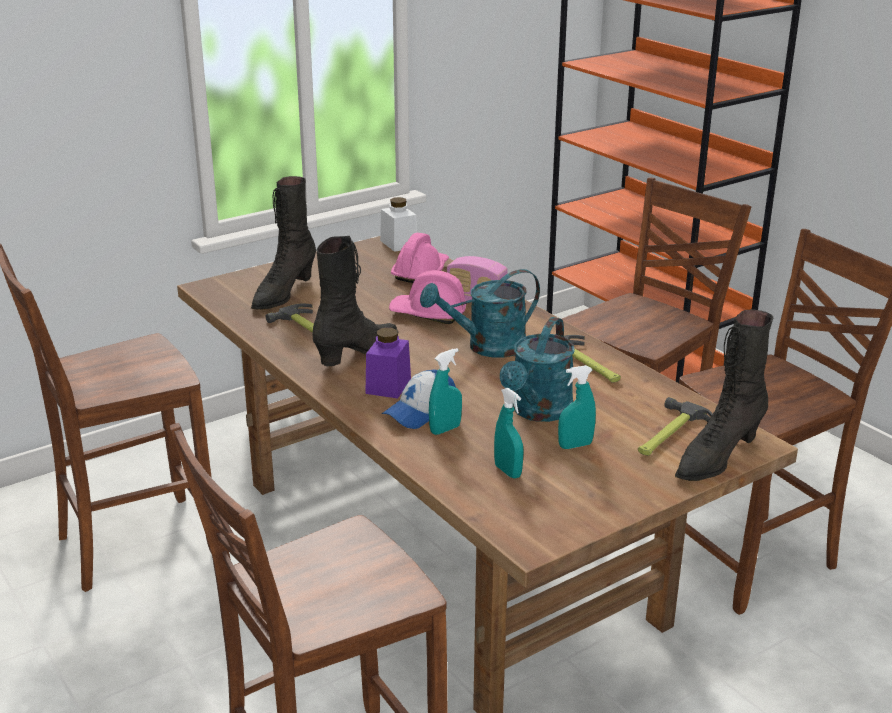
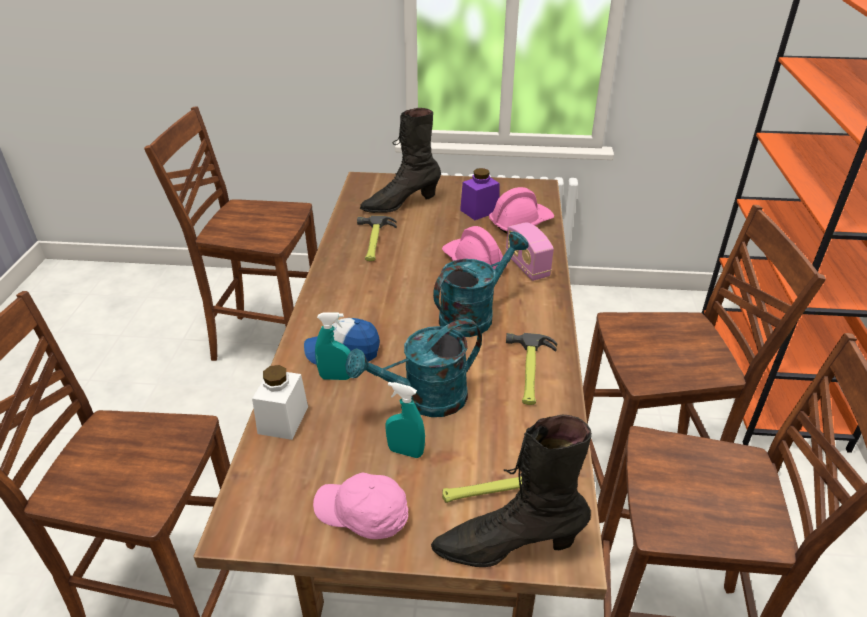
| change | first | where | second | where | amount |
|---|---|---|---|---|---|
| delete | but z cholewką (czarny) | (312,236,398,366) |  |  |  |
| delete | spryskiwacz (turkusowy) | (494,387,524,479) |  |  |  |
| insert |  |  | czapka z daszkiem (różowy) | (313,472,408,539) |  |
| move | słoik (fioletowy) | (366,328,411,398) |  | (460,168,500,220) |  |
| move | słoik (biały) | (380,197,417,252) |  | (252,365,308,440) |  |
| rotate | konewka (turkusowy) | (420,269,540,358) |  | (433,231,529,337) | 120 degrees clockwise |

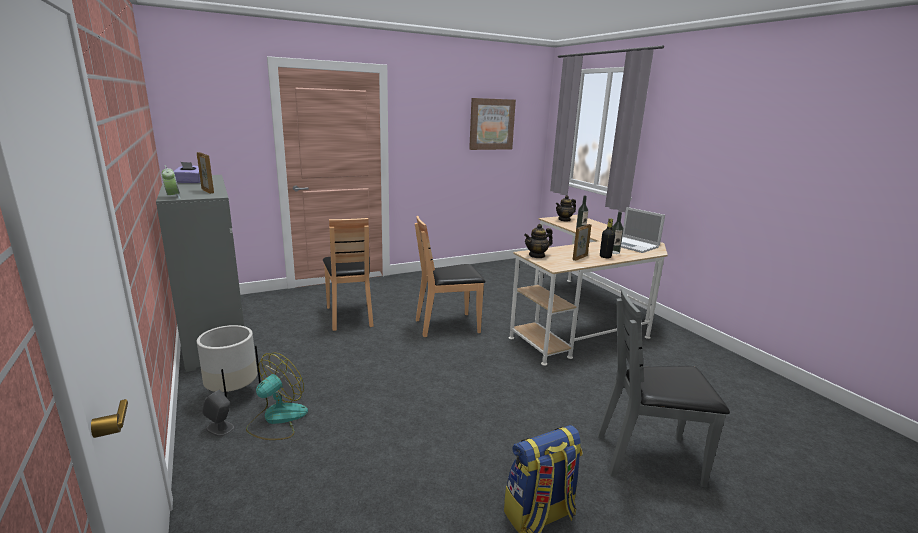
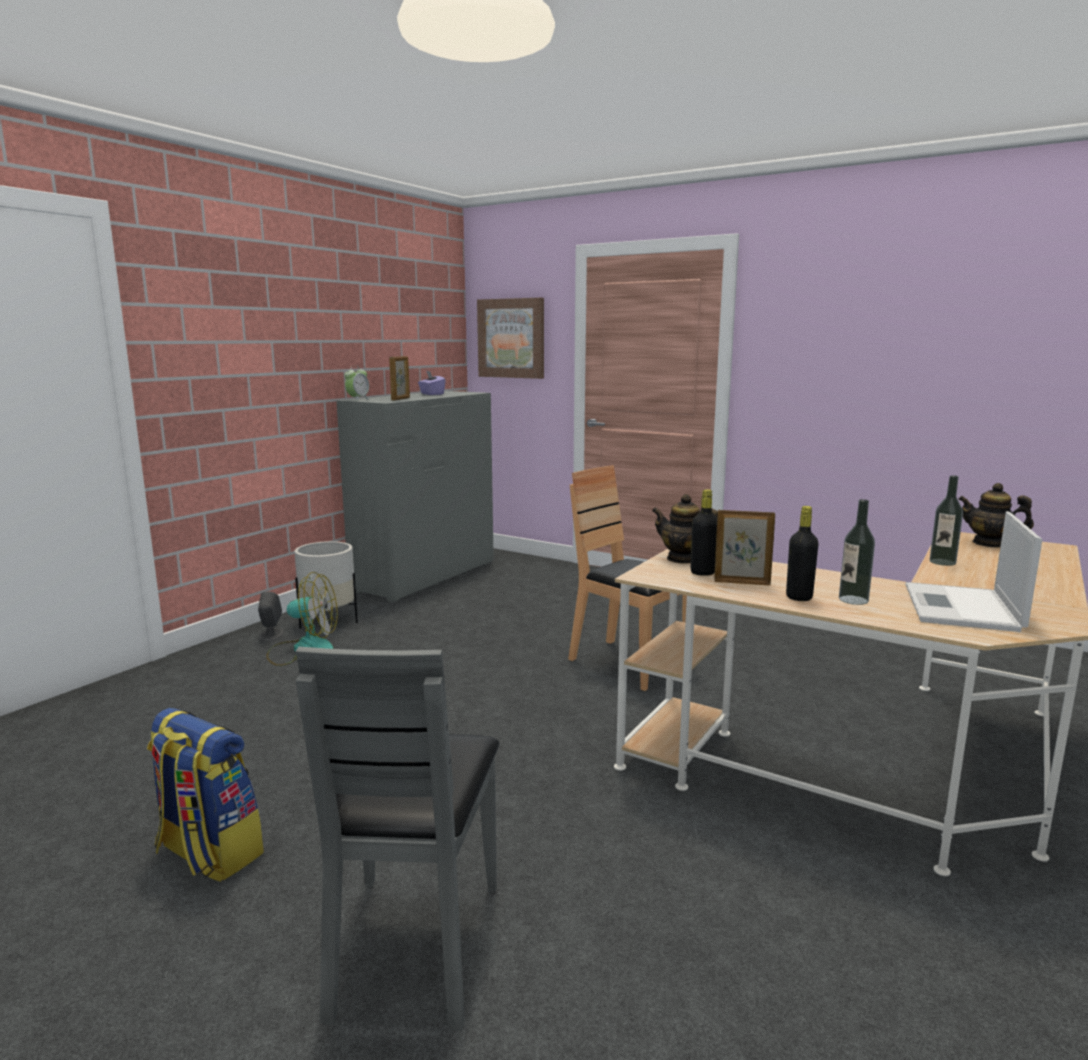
| change | first | where | second | where | amount |
|---|---|---|---|---|---|
| delete | krzesło (brązowy) | (323,218,374,331) |  |  |  |
| insert |  |  | butelka (czarny) | (691,489,717,576) |  |
| move | obraz | (469,98,516,150) |  | (477,298,544,379) |  |
| rotate | krzesło (szary) | (598,288,730,487) |  | (296,647,499,1030) | 150 degrees counterclockwise |

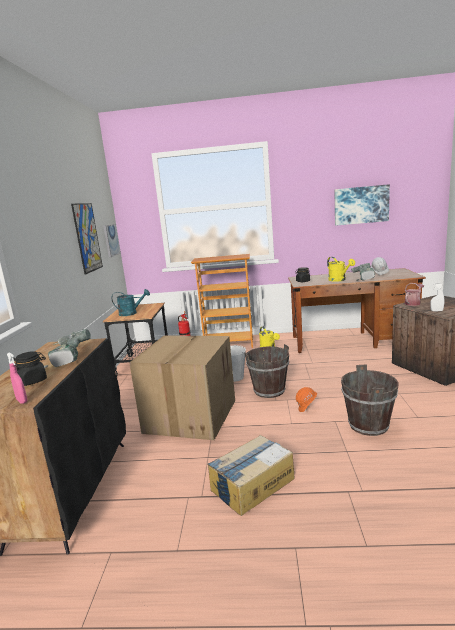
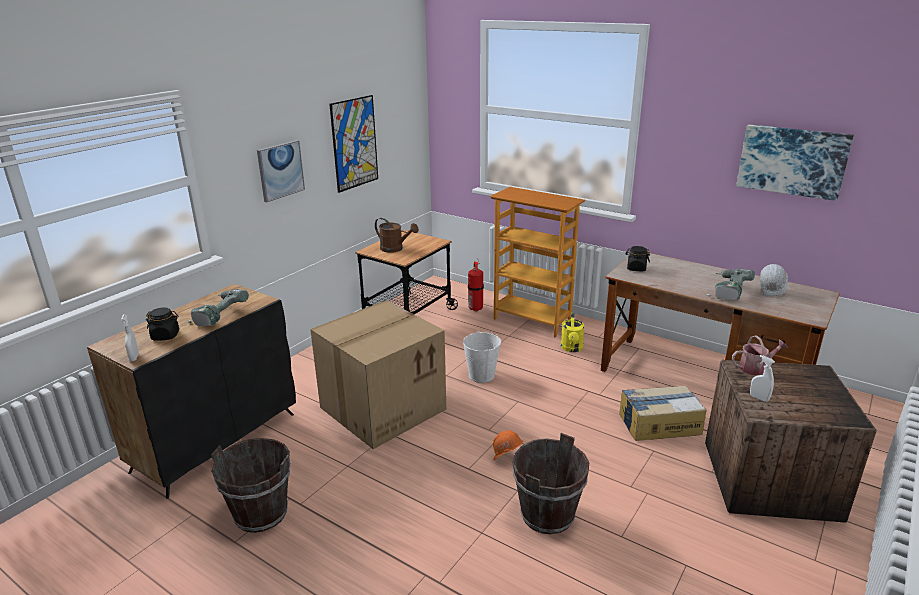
| change | first | where | second | where | amount |
|---|---|---|---|---|---|
| delete | konewka (żółty) | (327,257,355,282) |  |  |  |
| move | obraz | (103,224,121,257) |  | (257,140,305,202) |  |
| move | karton | (208,435,295,516) |  | (619,385,707,441) |  |
| move | wiadro (brązowy) | (245,344,289,398) |  | (211,438,291,533) |  |
| recolor | spryskiwacz (różowy) | (7,352,28,404) | spryskiwacz (biały) | (121,314,139,361) |  |
| recolor | konewka (turkusowy) | (111,289,150,316) | konewka (brązowy) | (375,218,419,253) |  |

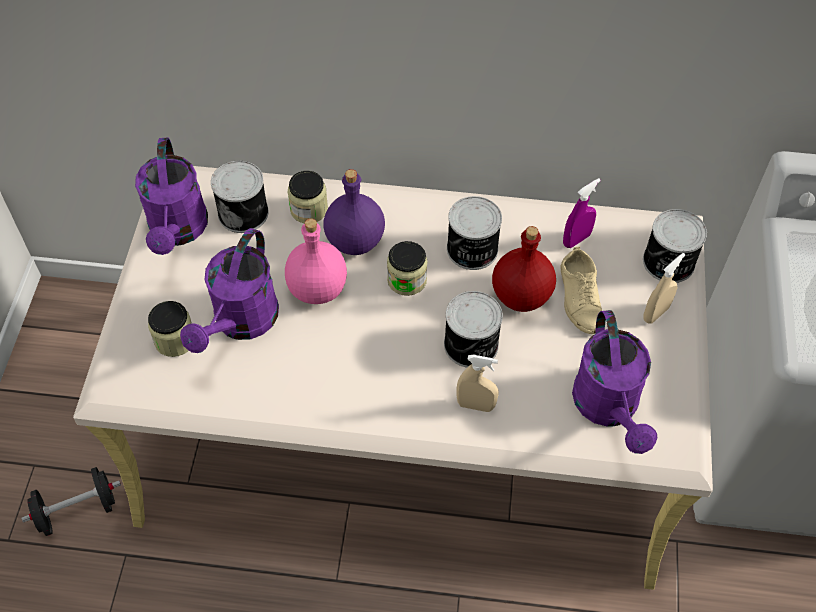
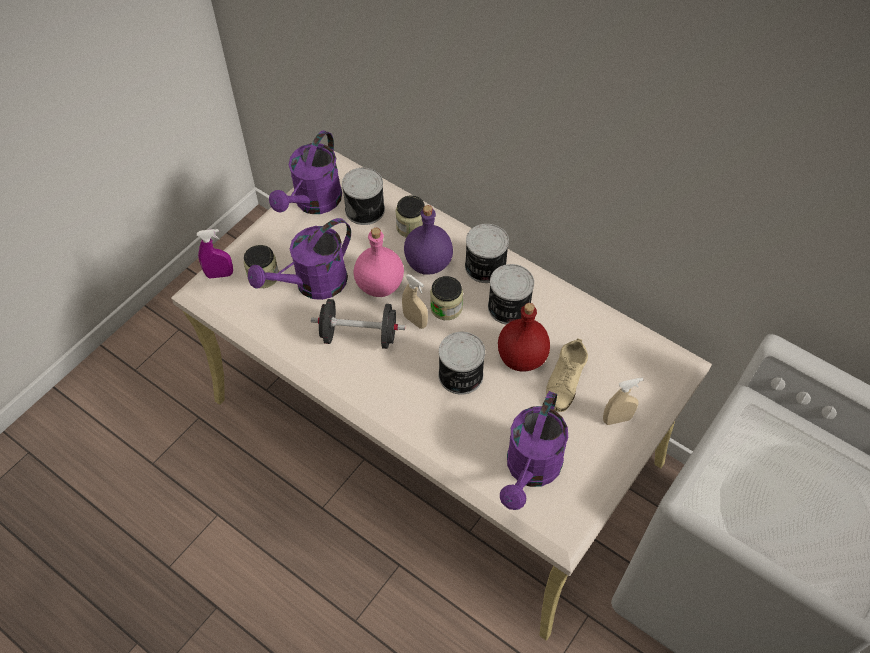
| change | first | where | second | where | amount |
|---|---|---|---|---|---|
| move | hantel (czarny) | (22,467,121,536) |  | (311,299,405,349) |  |
| move | spryskiwacz (beżowy) | (456,355,499,412) |  | (402,274,428,329) |  |
| move | spryskiwacz (fioletowy) | (563,178,601,248) |  | (197,229,233,278) |  |
| move | puszka | (643,209,707,283) |  | (465,224,509,283) |  |

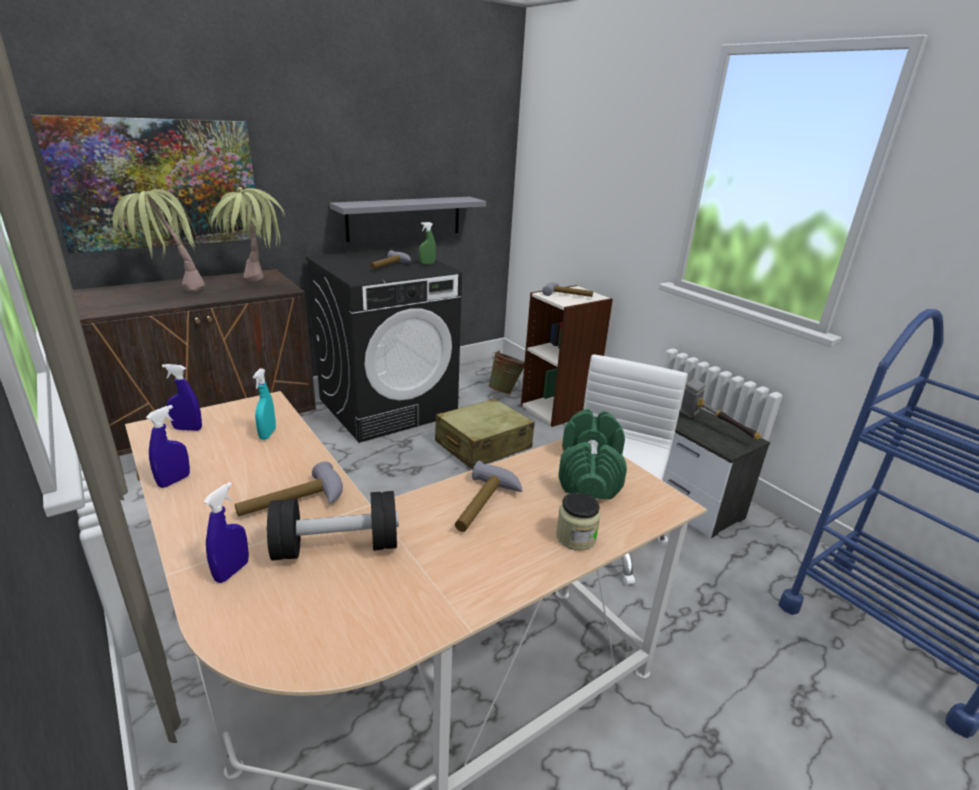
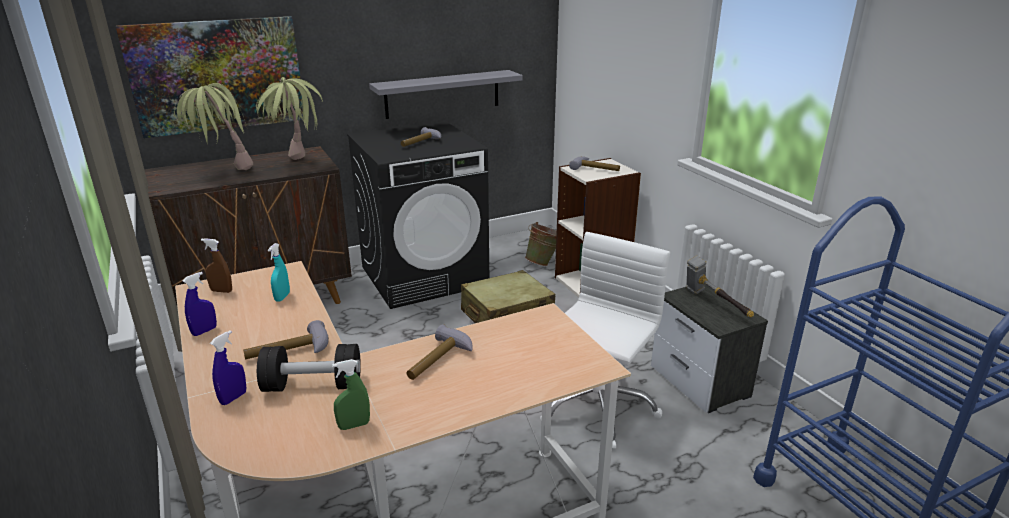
| change | first | where | second | where | amount |
|---|---|---|---|---|---|
| delete | słoik | (556,492,601,550) |  |  |  |
| delete | hantel (zielony) | (558,409,627,499) |  |  |  |
| move | spryskiwacz (zielony) | (419,222,436,265) |  | (332,359,370,430) |  |
| recolor | spryskiwacz (niebieski) | (162,364,202,431) | spryskiwacz (brązowy) | (201,238,232,293) |  |

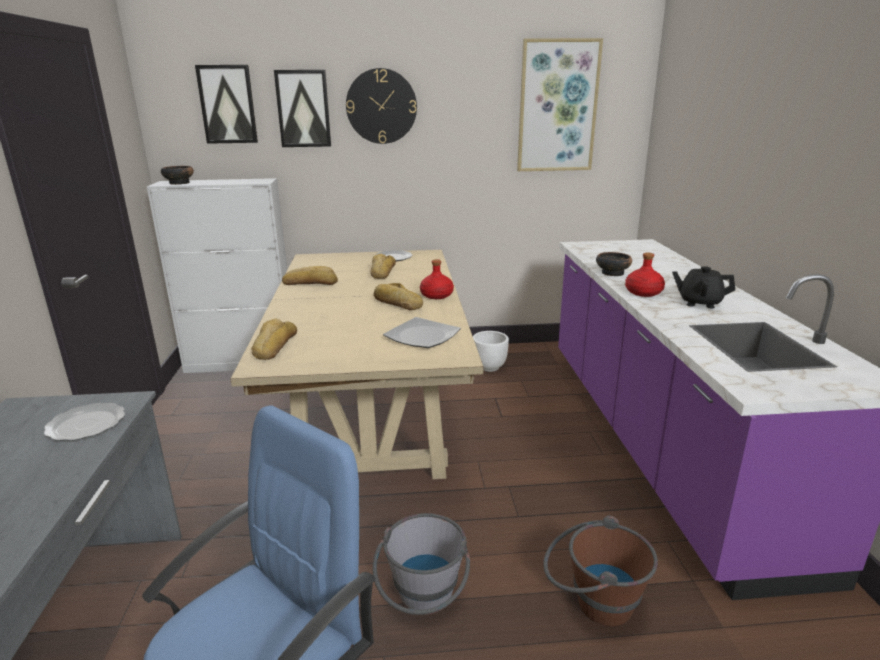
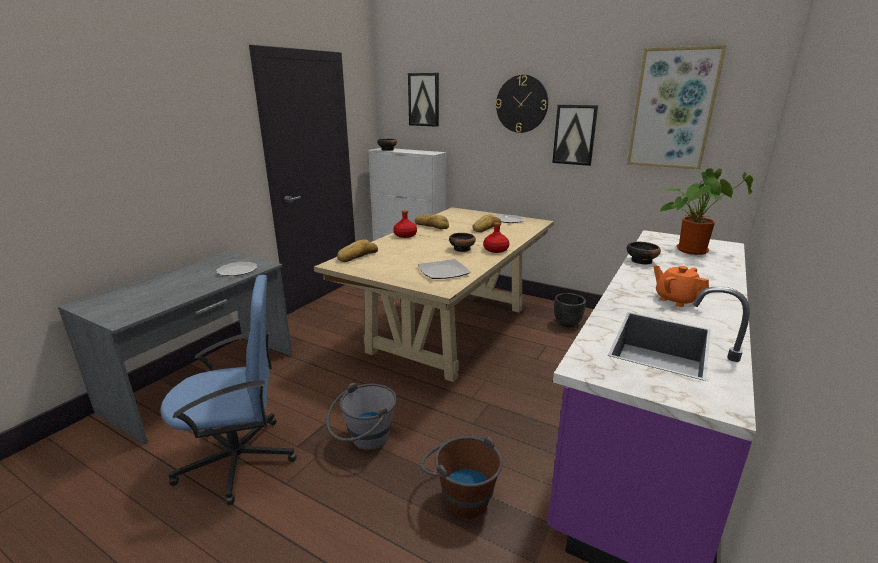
| change | first | where | second | where | amount |
|---|---|---|---|---|---|
| insert |  |  | roślina doniczkowa | (660,168,753,255) |  |
| move | obraz | (274,70,331,147) |  | (552,105,598,166) |  |
| move | butelka (czerwony) | (625,253,665,297) |  | (393,210,417,238) |  |
| replace | chleb | (374,283,423,310) | miska | (449,233,476,252) |  |
| recolor | donica (biały) | (473,331,509,372) | donica (czarny) | (554,293,586,327) |  |
| recolor | imbryk (czarny) | (672,266,735,308) | imbryk (pomarańczowy) | (653,265,709,307) |  |

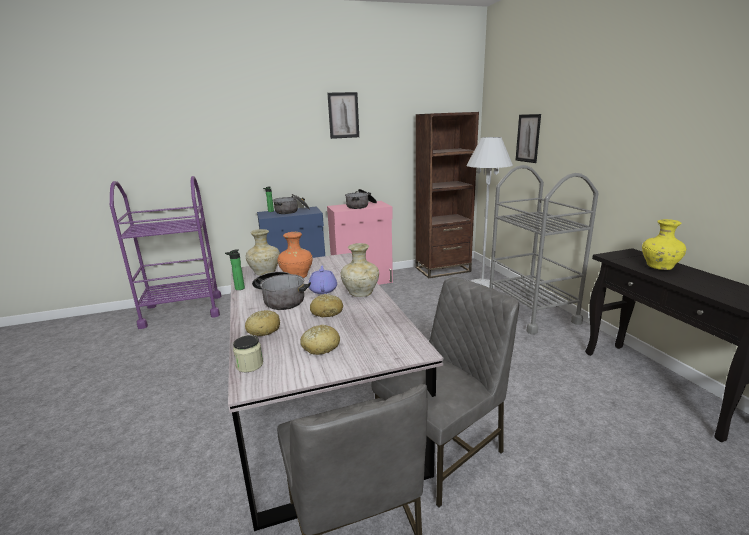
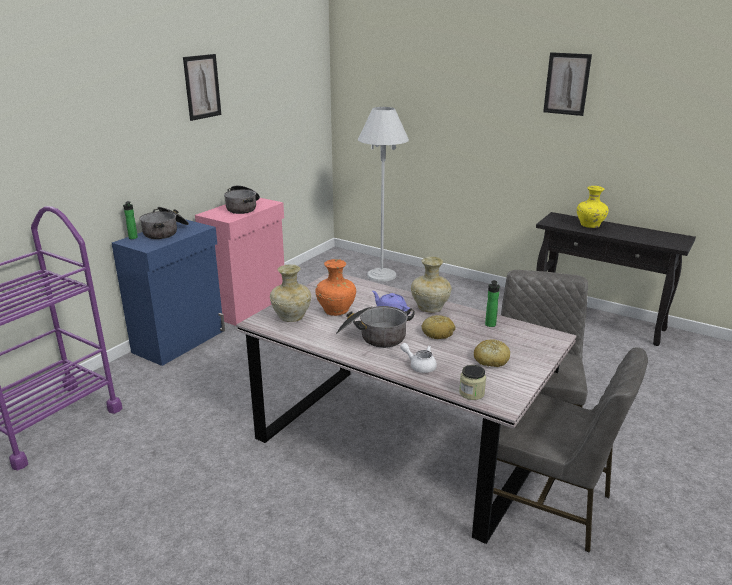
| change | first | where | second | where | amount |
|---|---|---|---|---|---|
| delete | regał (brązowy) | (416,112,479,278) |  |  |  |
| delete | wózek (szary) | (490,165,599,335) |  |  |  |
| move | butelka | (225,249,245,290) |  | (485,280,500,327) |  |
| move | obraz | (515,114,541,163) |  | (543,52,592,116) |  |
| replace | chleb | (245,310,280,336) | imbryk (biały) | (400,343,437,373) |  |

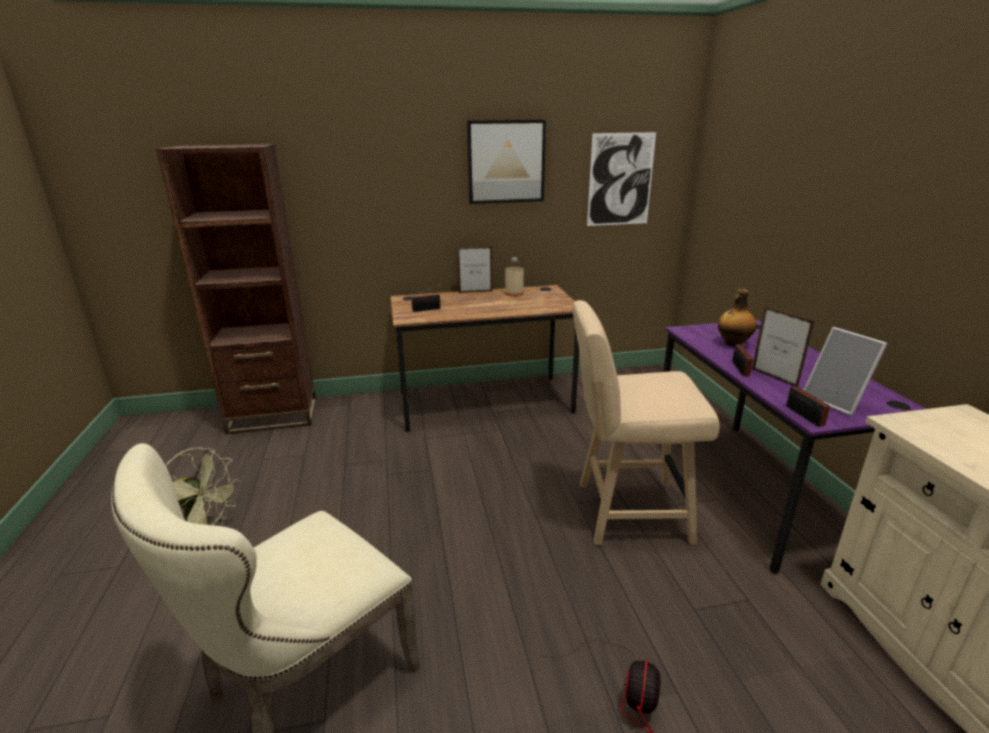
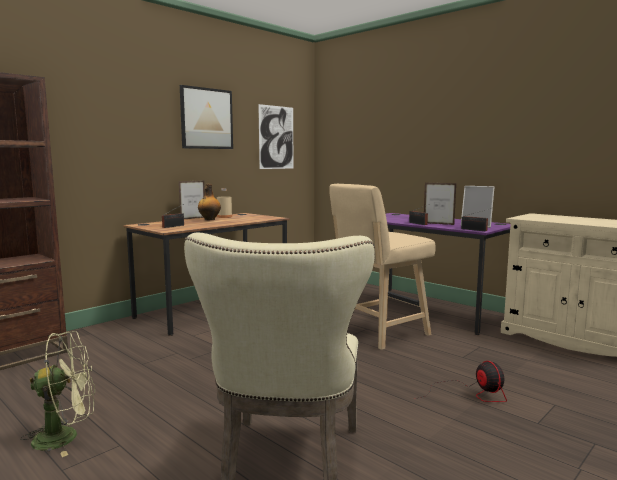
| change | first | where | second | where | amount |
|---|---|---|---|---|---|
| move | butelka | (718,289,756,346) |  | (198,184,221,220) |  |

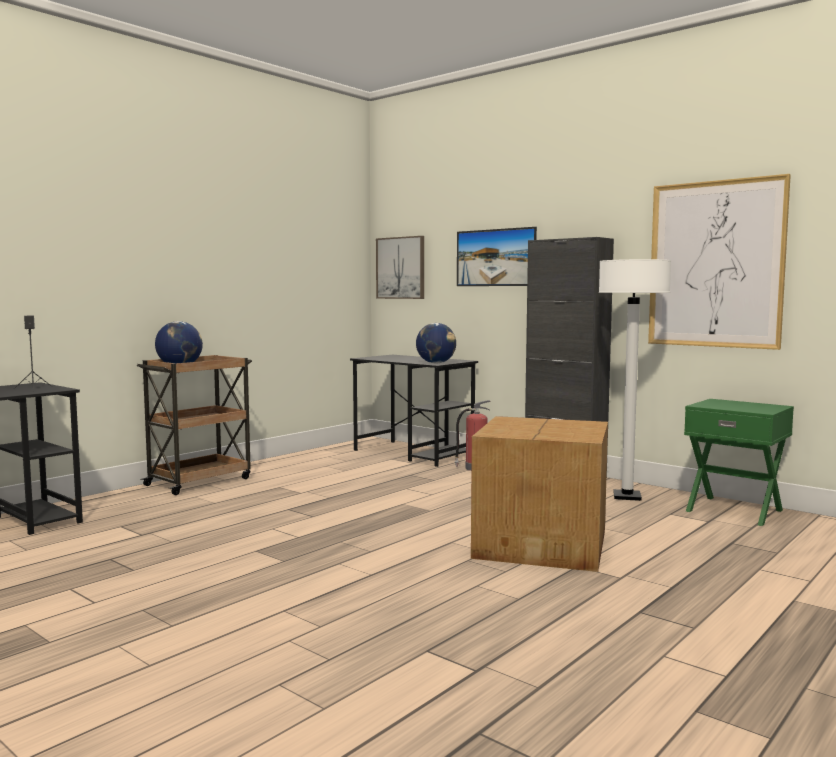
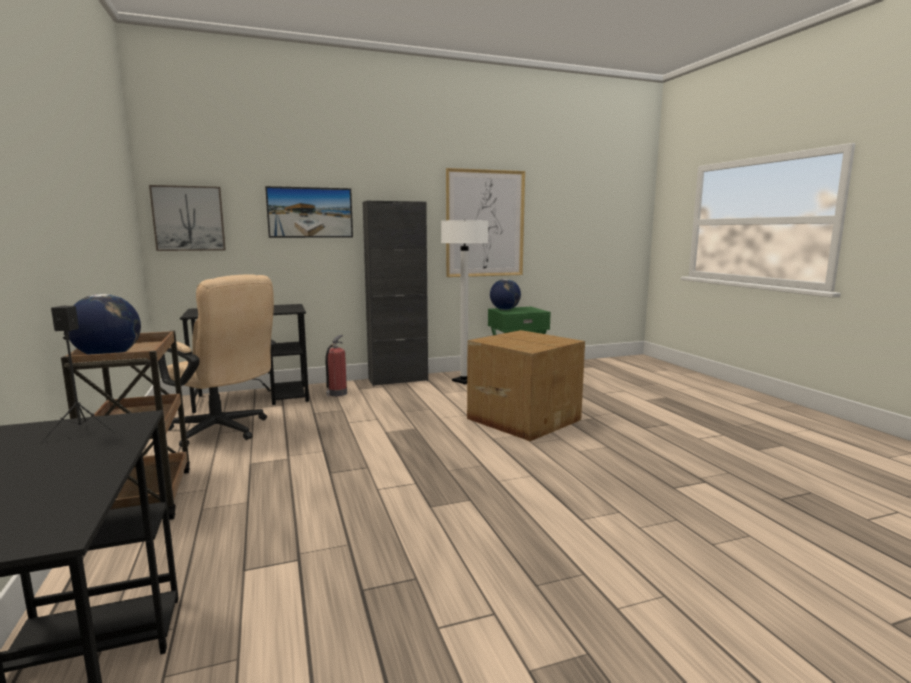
| change | first | where | second | where | amount |
|---|---|---|---|---|---|
| insert |  |  | krzesło biurowe (beżowy) | (158,275,276,447) |  |
| move | globus | (416,323,456,364) |  | (490,279,521,310) |  |

